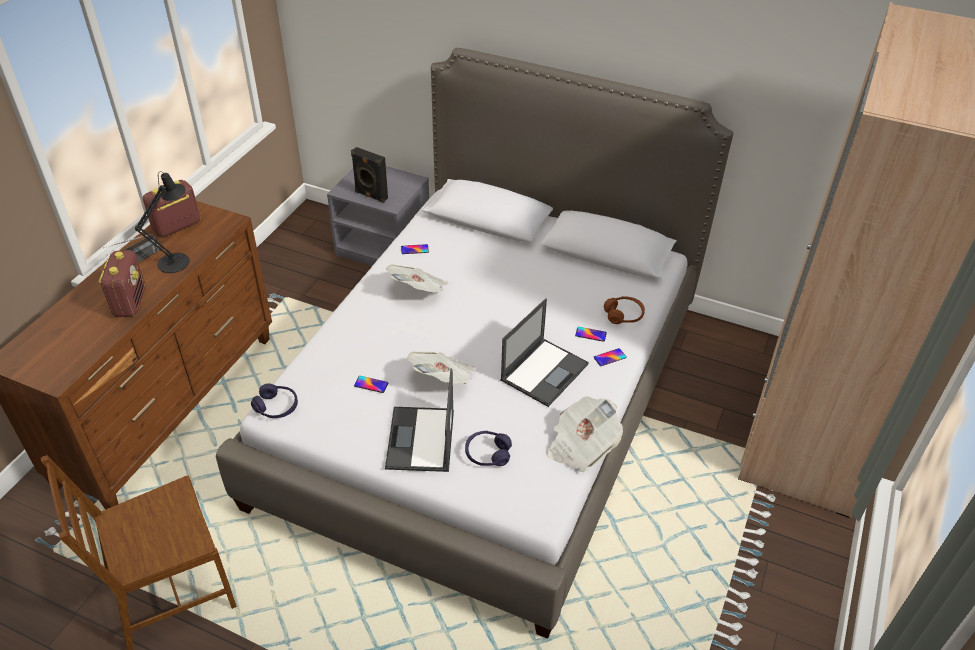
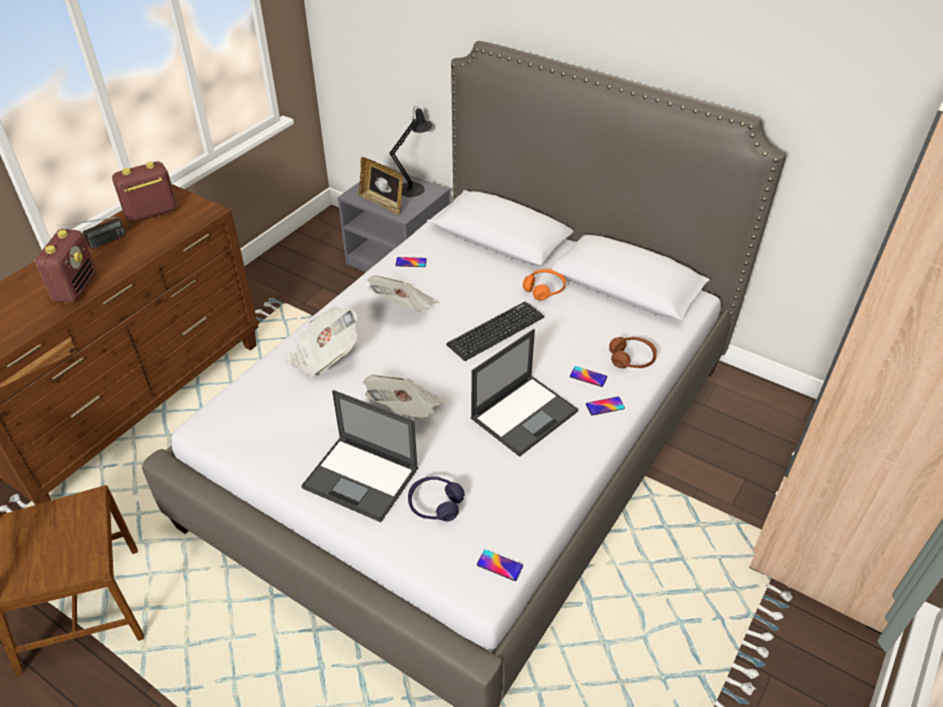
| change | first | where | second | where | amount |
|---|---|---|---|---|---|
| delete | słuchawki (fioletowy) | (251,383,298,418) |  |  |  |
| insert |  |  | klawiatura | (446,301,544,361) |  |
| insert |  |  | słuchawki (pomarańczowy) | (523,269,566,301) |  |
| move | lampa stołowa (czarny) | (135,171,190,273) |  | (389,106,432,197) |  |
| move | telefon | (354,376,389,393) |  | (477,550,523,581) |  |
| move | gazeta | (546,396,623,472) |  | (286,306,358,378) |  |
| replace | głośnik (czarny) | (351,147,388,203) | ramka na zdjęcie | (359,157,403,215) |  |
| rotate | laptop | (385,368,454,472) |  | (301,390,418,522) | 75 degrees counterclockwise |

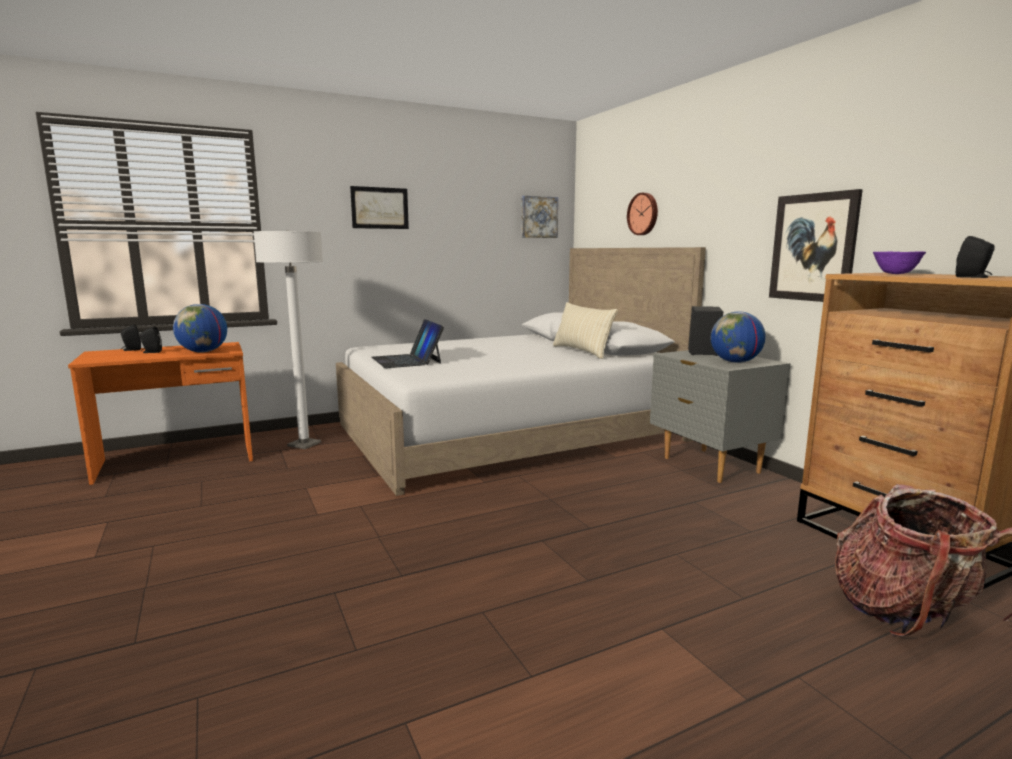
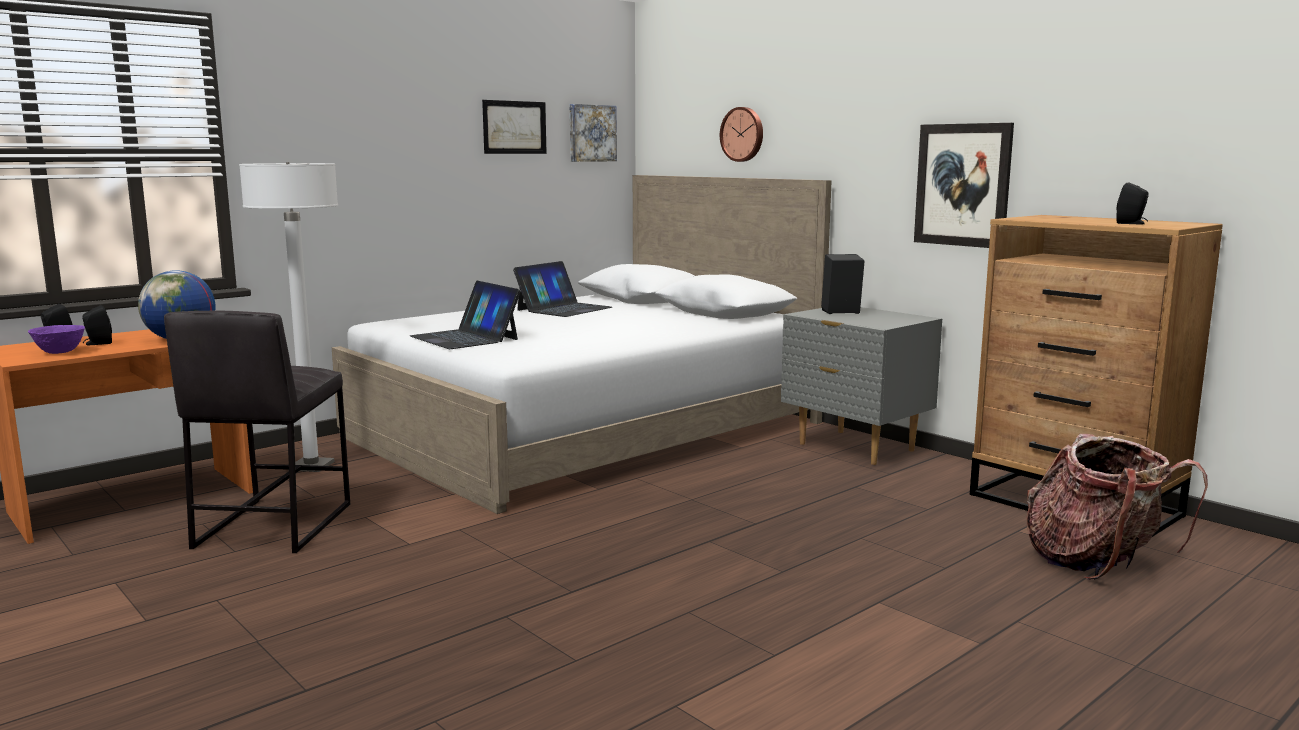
| change | first | where | second | where | amount |
|---|---|---|---|---|---|
| delete | poduszka (beżowy) | (553,302,618,359) |  |  |  |
| delete | globus | (711,311,766,363) |  |  |  |
| insert |  |  | stołek (szary) | (164,311,350,553) |  |
| insert |  |  | laptop | (513,261,612,317) |  |
| move | obraz | (350,186,409,229) |  | (482,100,547,154) |  |
| move | miska (fioletowy) | (873,252,926,274) |  | (28,325,85,354) |  |

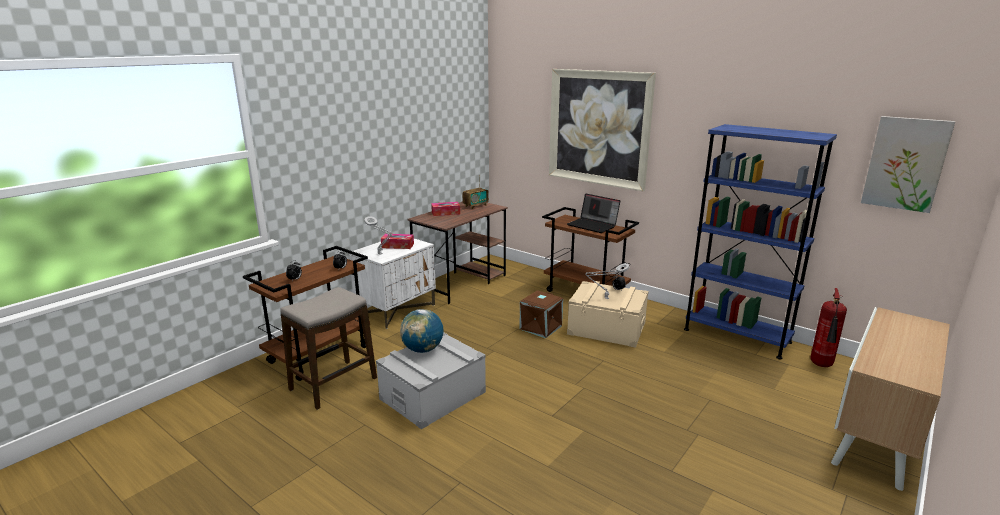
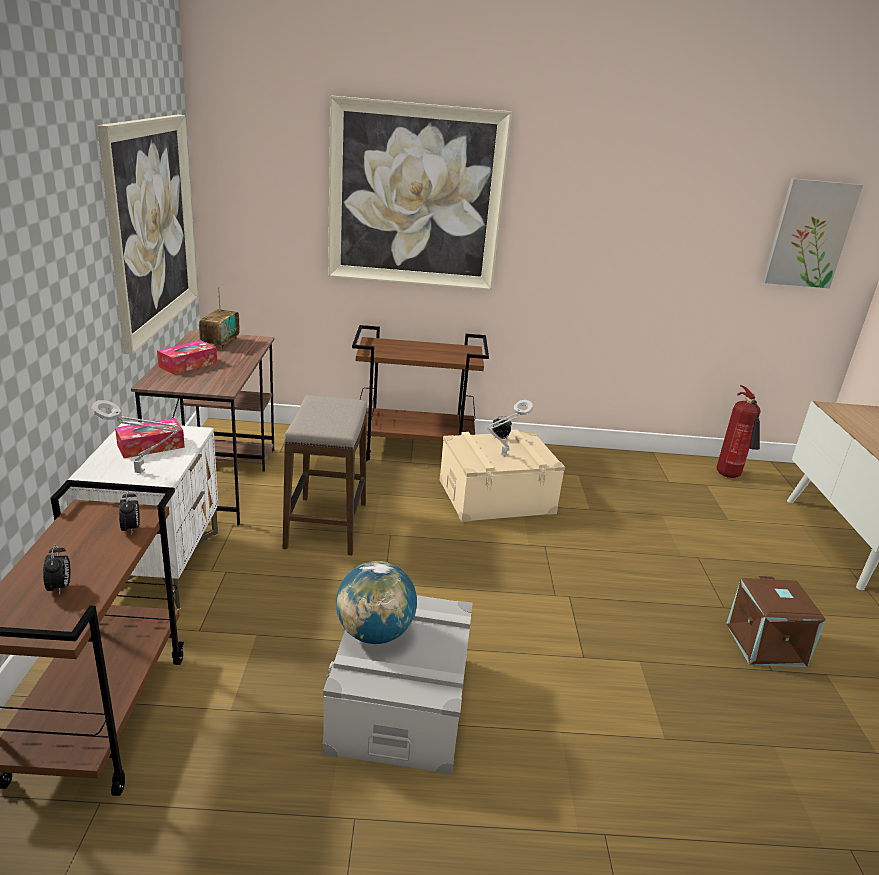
| change | first | where | second | where | amount |
|---|---|---|---|---|---|
| delete | laptop | (567,193,620,233) |  |  |  |
| delete | regał (niebieski) | (684,124,837,360) |  |  |  |
| insert |  |  | obraz | (97,115,198,355) |  |
| move | stołek | (280,287,377,409) |  | (283,395,367,555) |  |
| move | pojemnik do przechowywania (brązowy) | (519,290,563,338) |  | (726,576,826,667) |  |

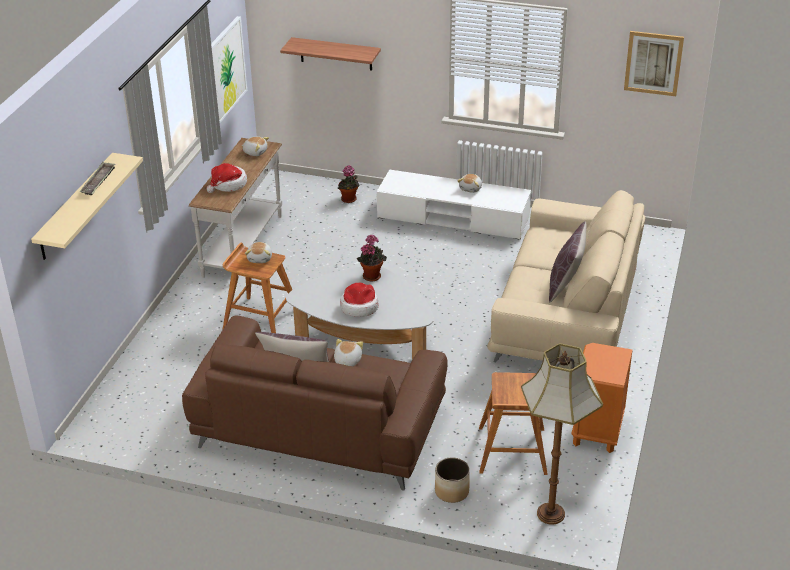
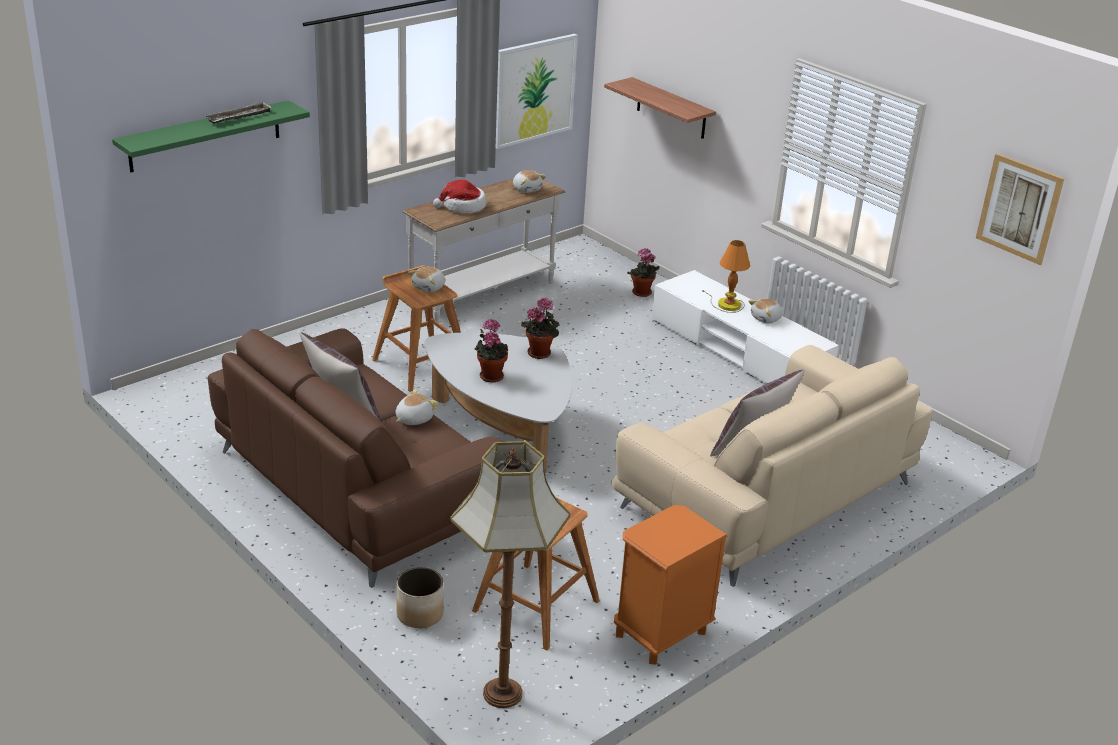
| change | first | where | second | where | amount |
|---|---|---|---|---|---|
| insert |  |  | lampa stołowa | (702,240,750,313) |  |
| replace | kapelusz | (340,283,378,317) | roślina doniczkowa | (475,319,508,383) |  |
| recolor | półka (beżowy) | (31,153,143,260) | półka (zielony) | (112,100,310,172) |  |

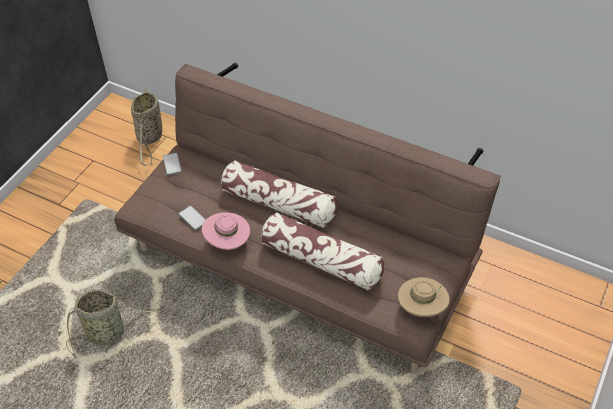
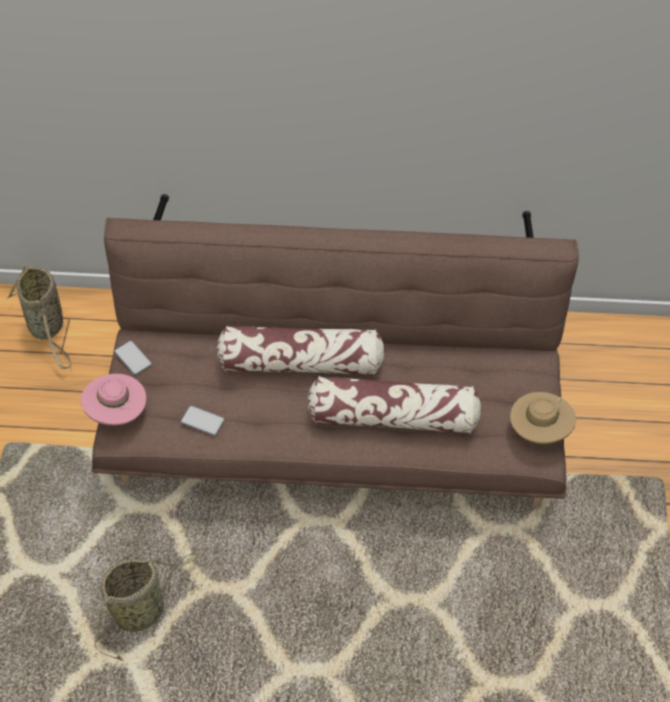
| change | first | where | second | where | amount |
|---|---|---|---|---|---|
| move | kapelusz (różowy) | (202,212,250,250) |  | (81,374,147,426) |  |

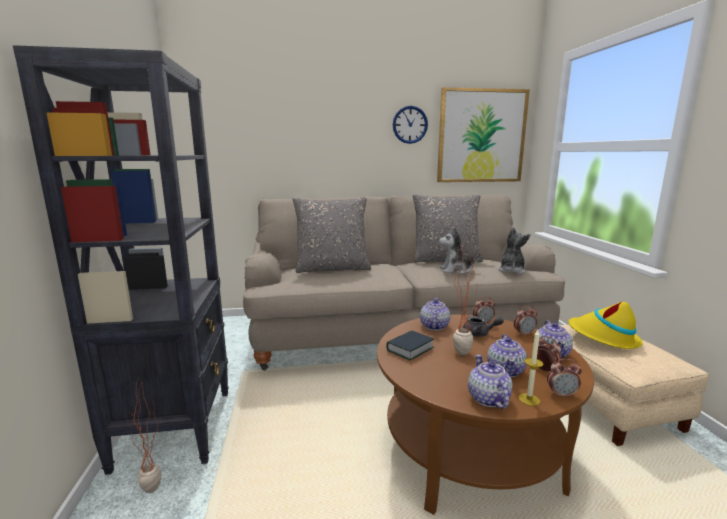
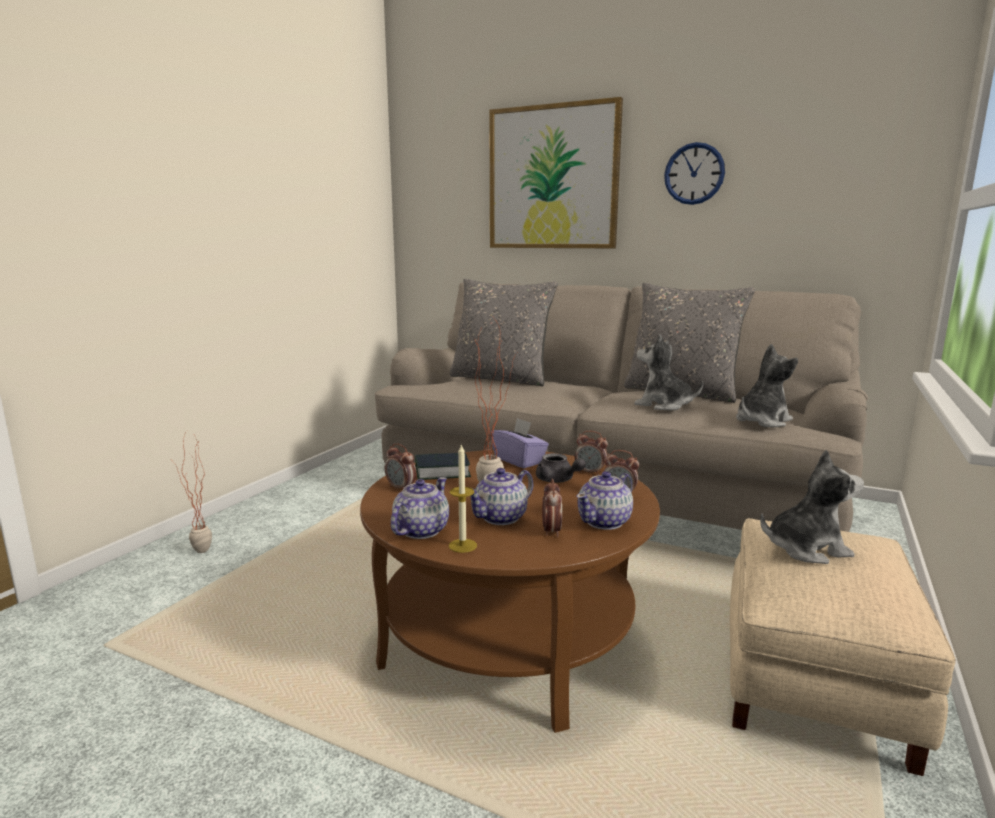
| change | first | where | second | where | amount |
|---|---|---|---|---|---|
| delete | regał (czarny) | (13,45,229,475) |  |  |  |
| move | obraz | (437,87,530,182) |  | (490,97,623,248) |  |
| move | budzik | (547,359,582,398) |  | (385,443,416,489) |  |
| replace | imbryk | (420,298,450,330) | pudełko chusteczek (fioletowy) | (490,418,549,468) |  |
| replace | kapelusz (żółty) | (568,302,643,349) | pluszak | (760,450,864,564) |  |

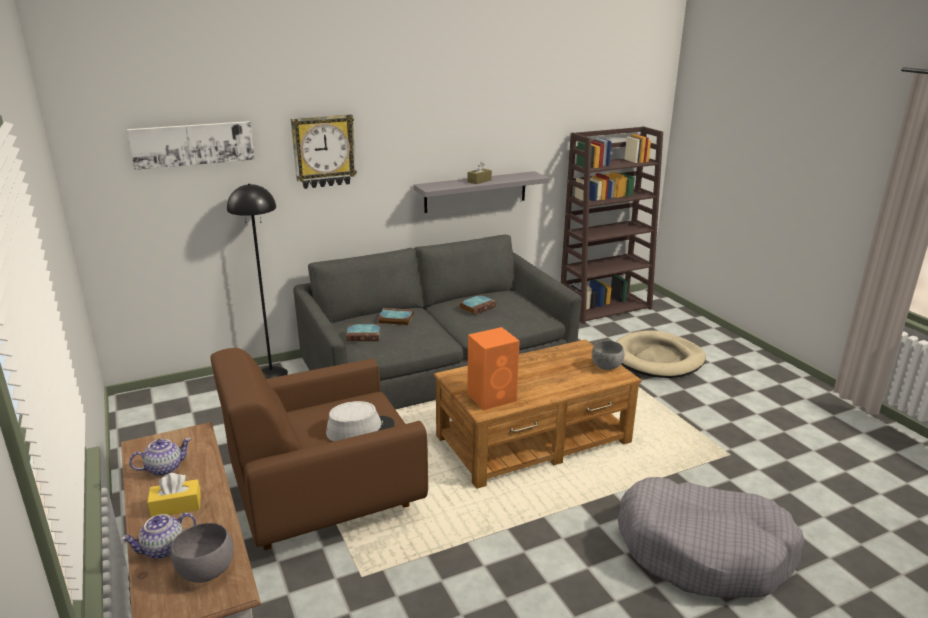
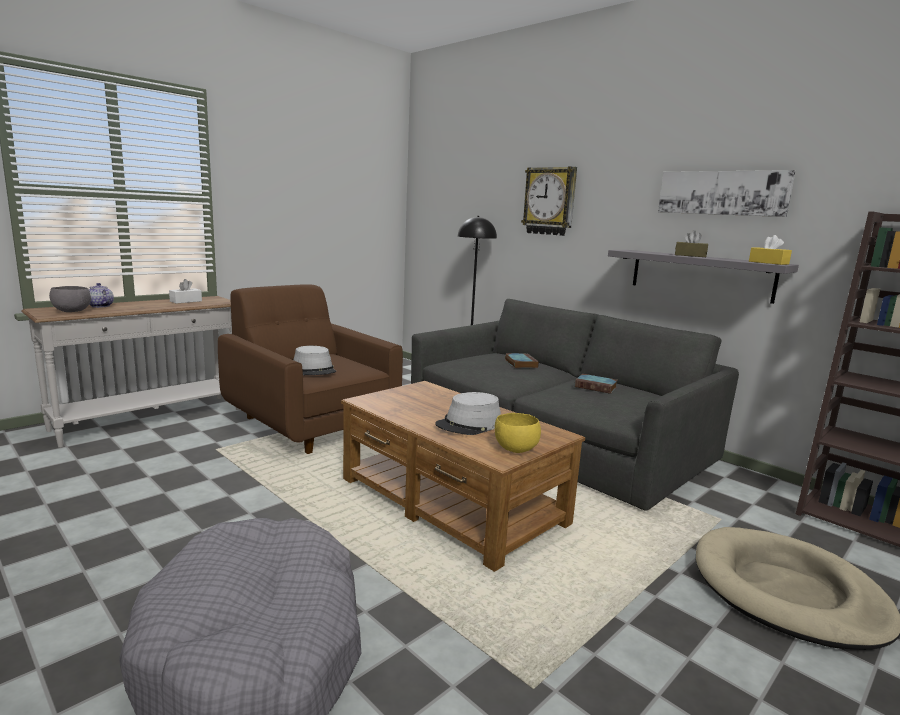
| change | first | where | second | where | amount |
|---|---|---|---|---|---|
| delete | książka | (346,324,381,341) |  |  |  |
| delete | głośnik (pomarańczowy) | (467,327,520,411) |  |  |  |
| insert |  |  | kapelusz (szary) | (435,392,501,435) |  |
| move | obraz | (127,121,255,170) |  | (658,170,796,217) |  |
| move | pudełko chusteczek (żółty) | (147,473,201,517) |  | (749,235,792,265) |  |
| replace | imbryk | (129,438,191,476) | pudełko chusteczek (biały) | (169,279,202,304) |  |
| recolor | miska (szary) | (592,341,625,370) | miska (żółty) | (495,413,541,453) |  |

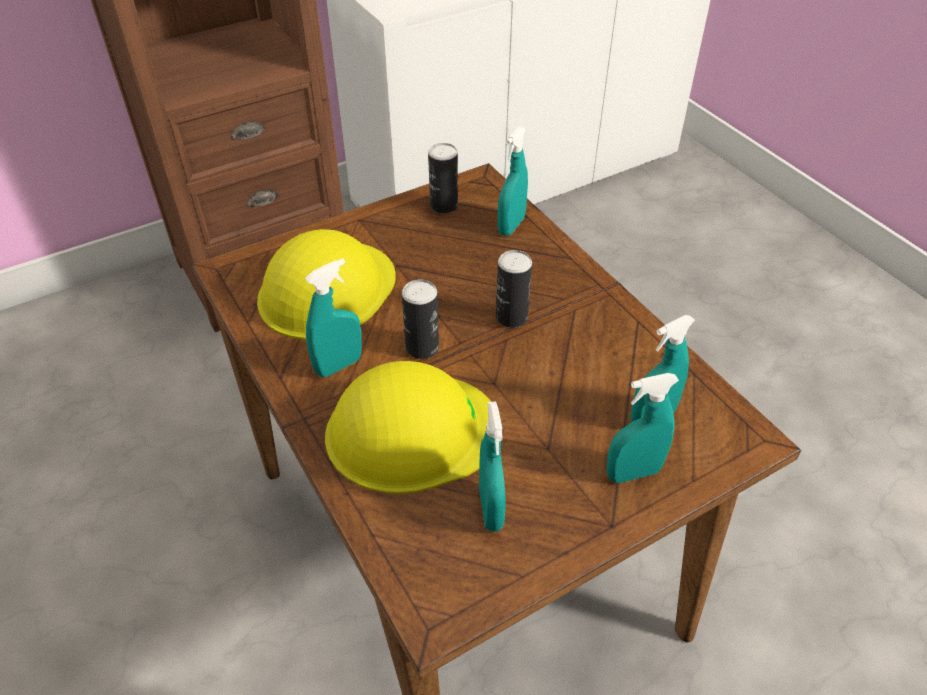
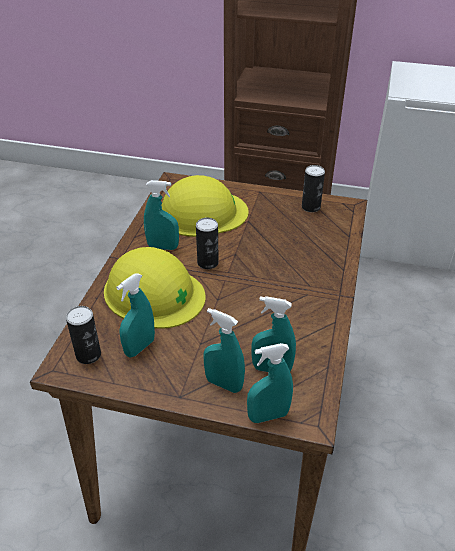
| change | first | where | second | where | amount |
|---|---|---|---|---|---|
| move | puszka | (496,250,532,328) |  | (66,306,101,364) |  |
| move | spryskiwacz (turkusowy) | (498,127,528,236) |  | (247,343,293,423) |  |

